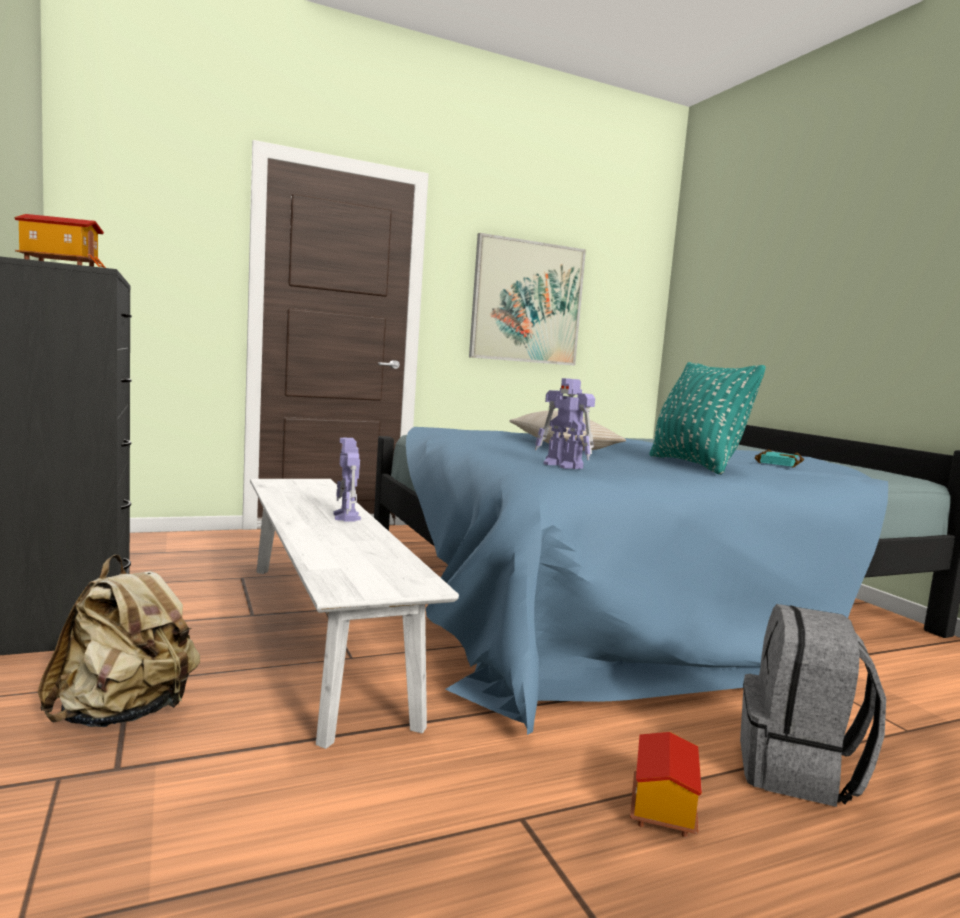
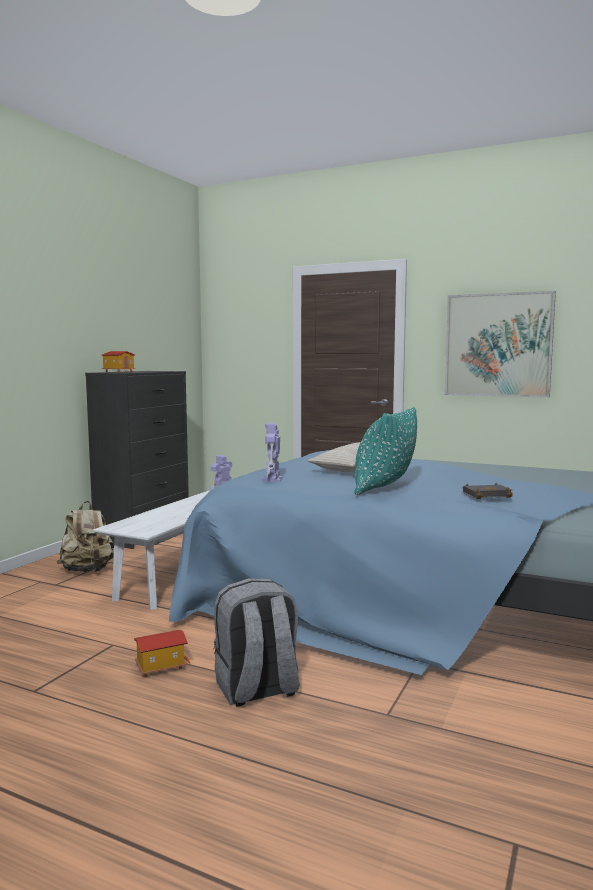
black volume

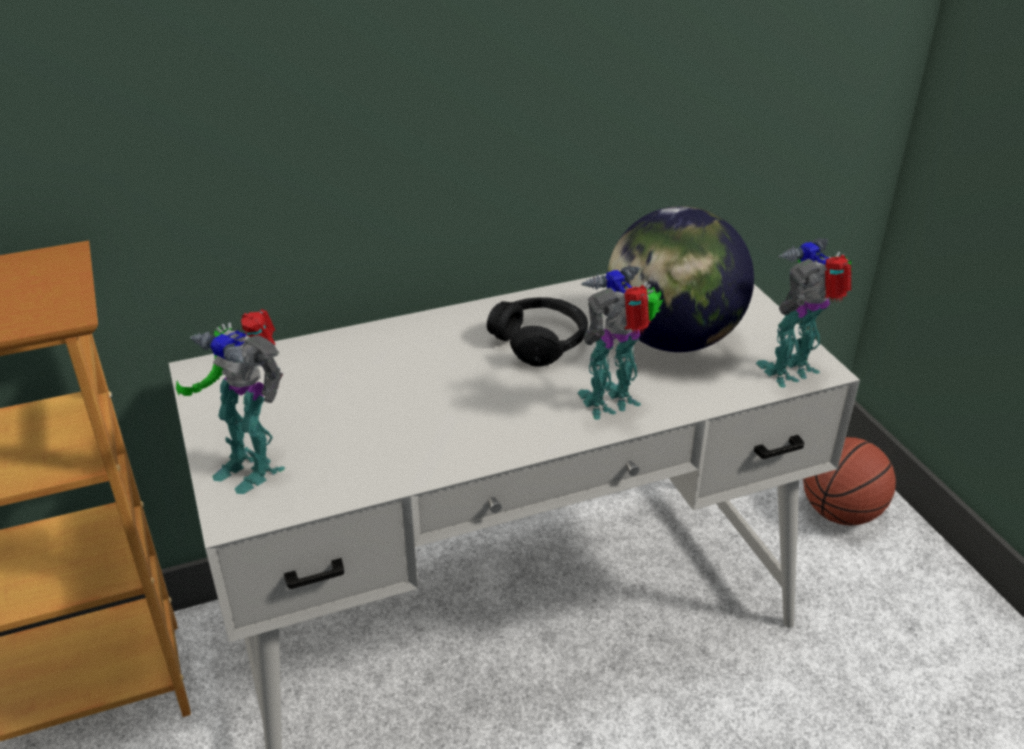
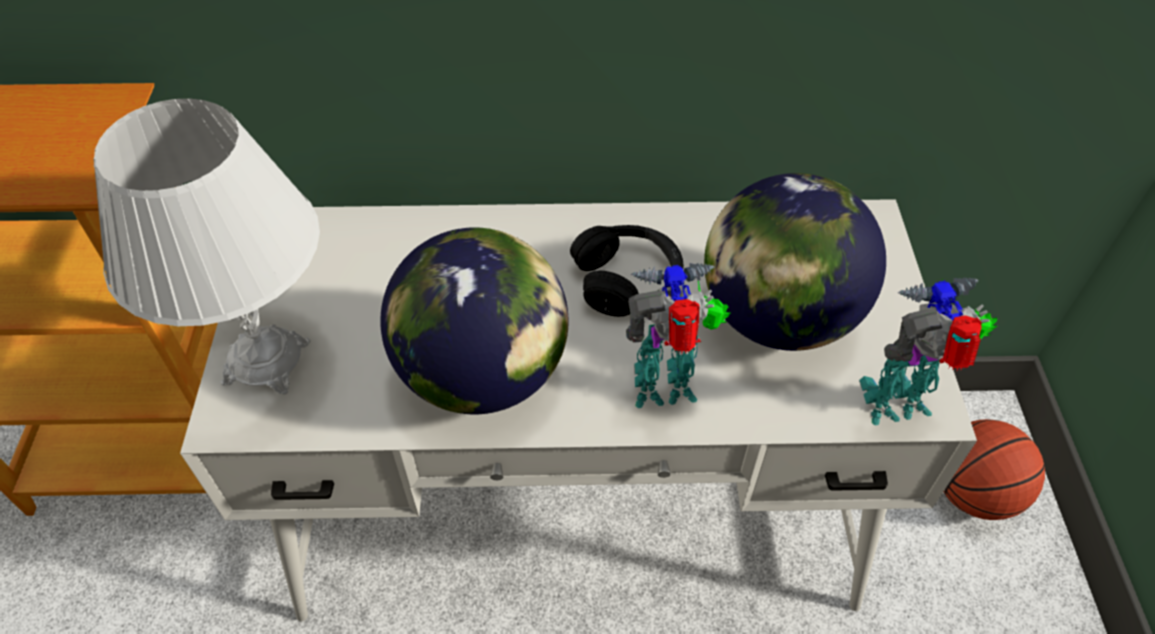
white table lamp
desk globe (1st from left)

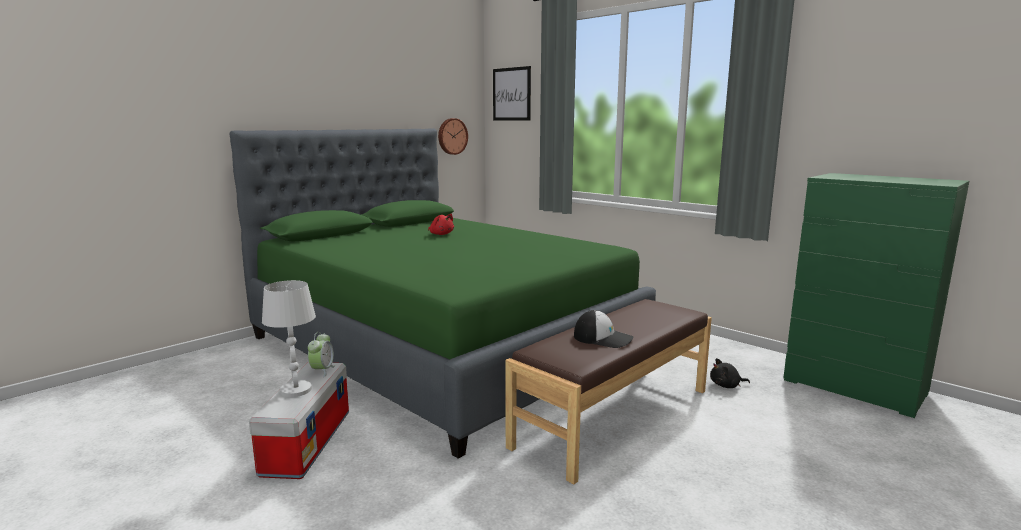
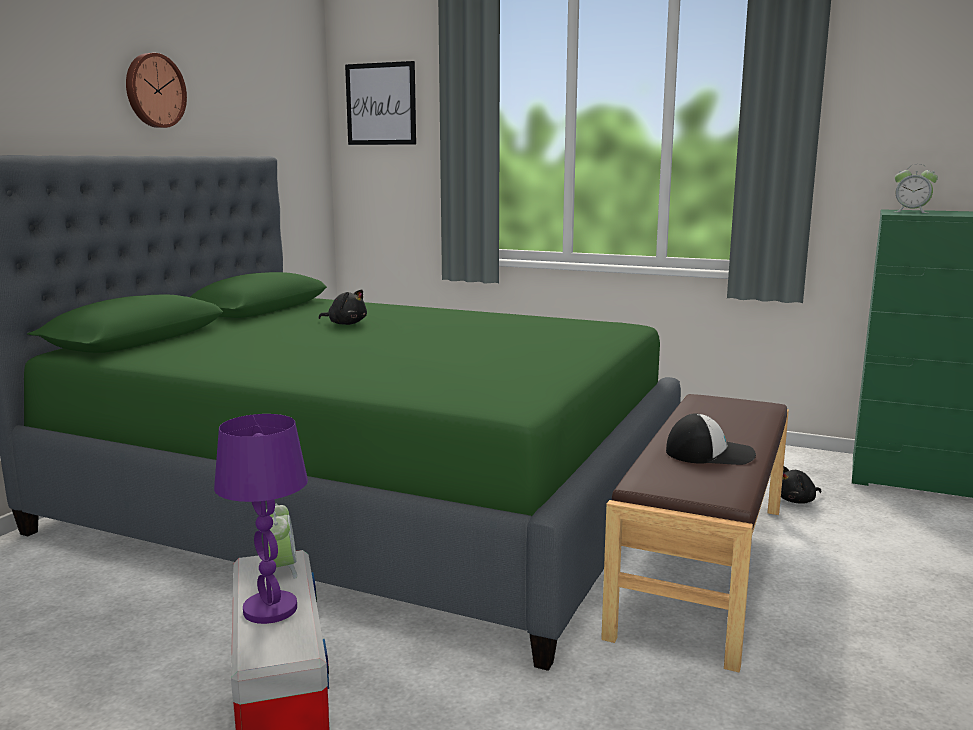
purple table lamp
black soft toy (1st from left)
clock on the wall
alarm clock (2nd from left)

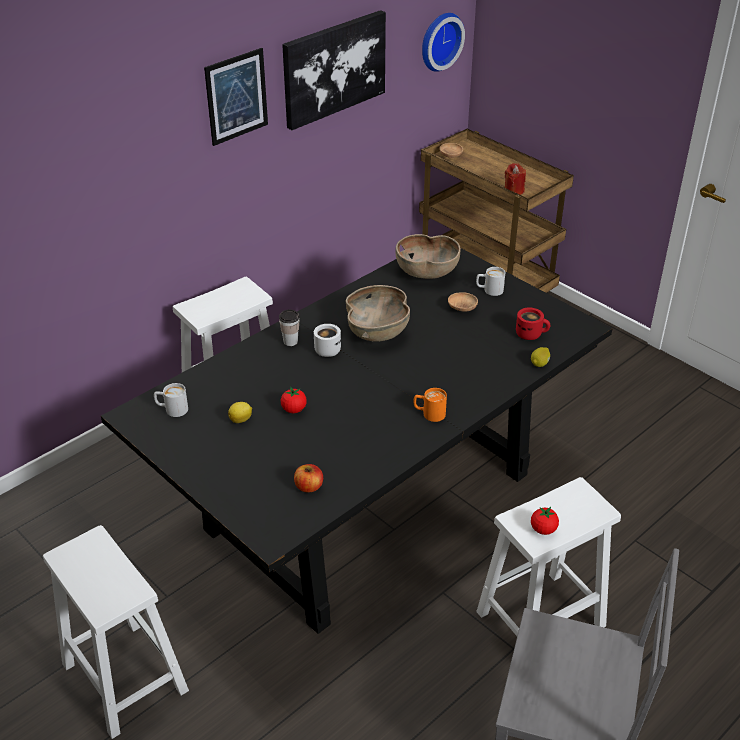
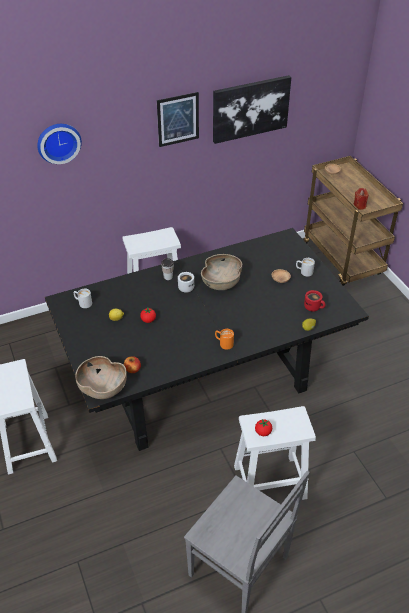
brownish deep dish (1st from left)
clock on the wall

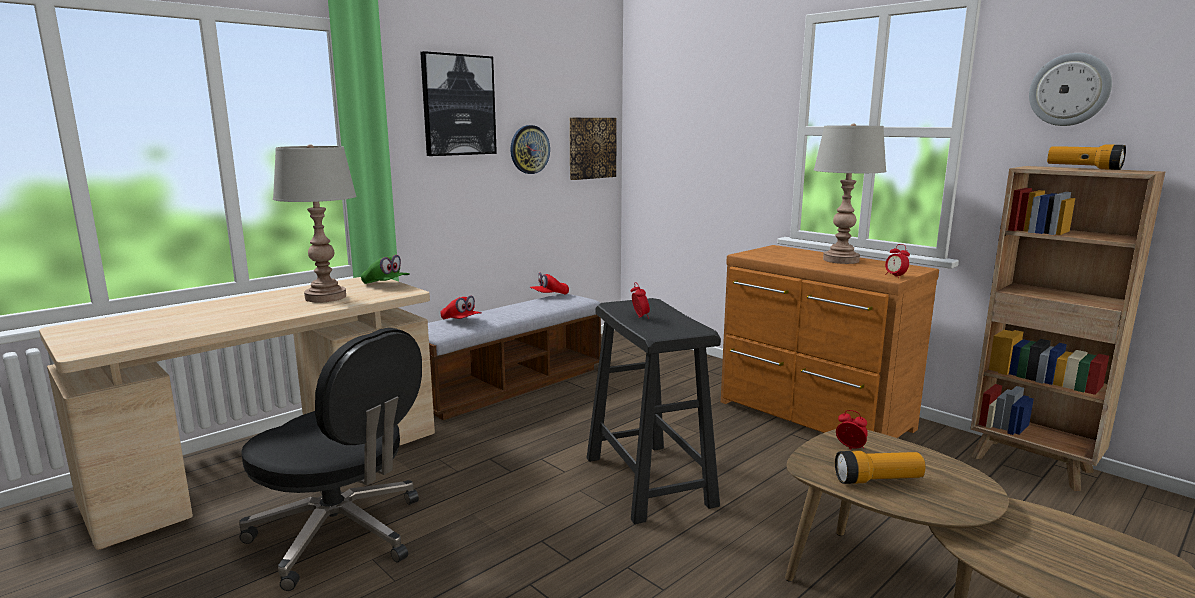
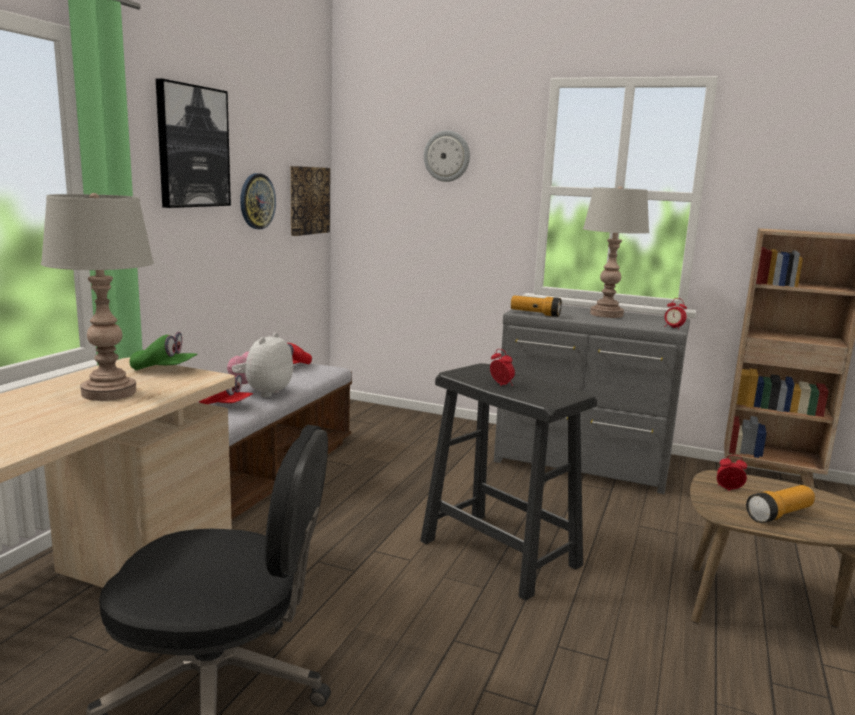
greyish chest of drawers
clock on the wall (2nd from left)
hand torch (1st from left)
soft toy

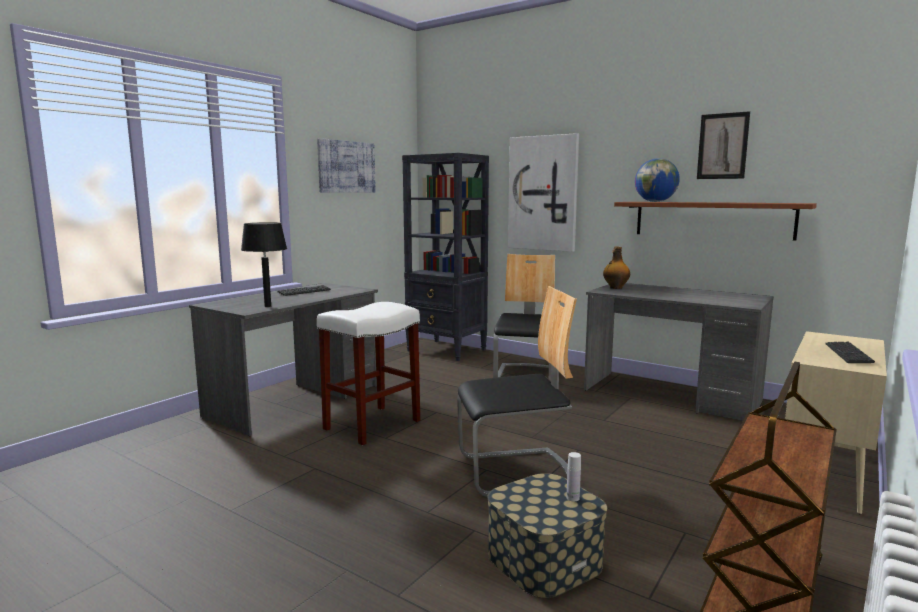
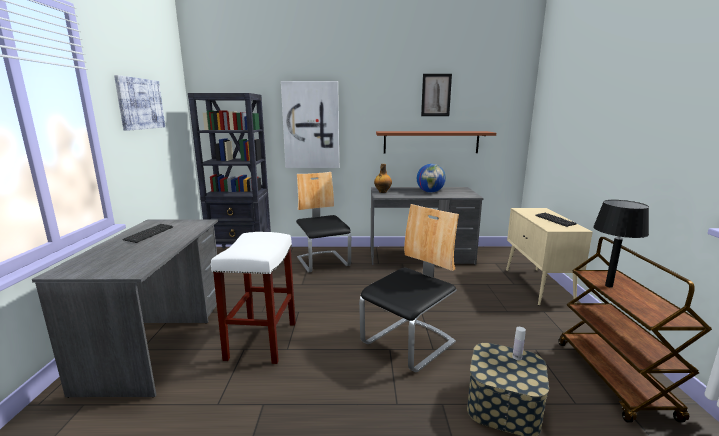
black table lamp
desk globe

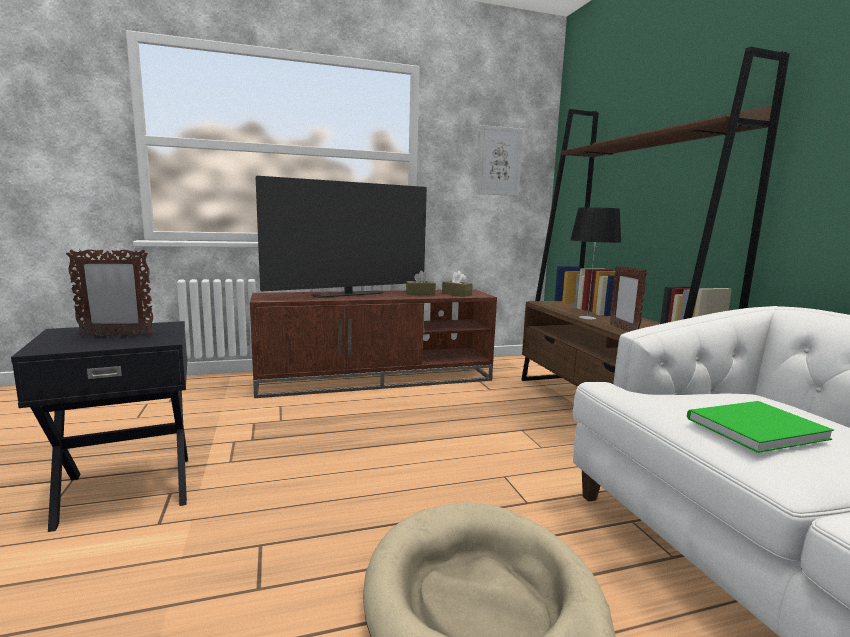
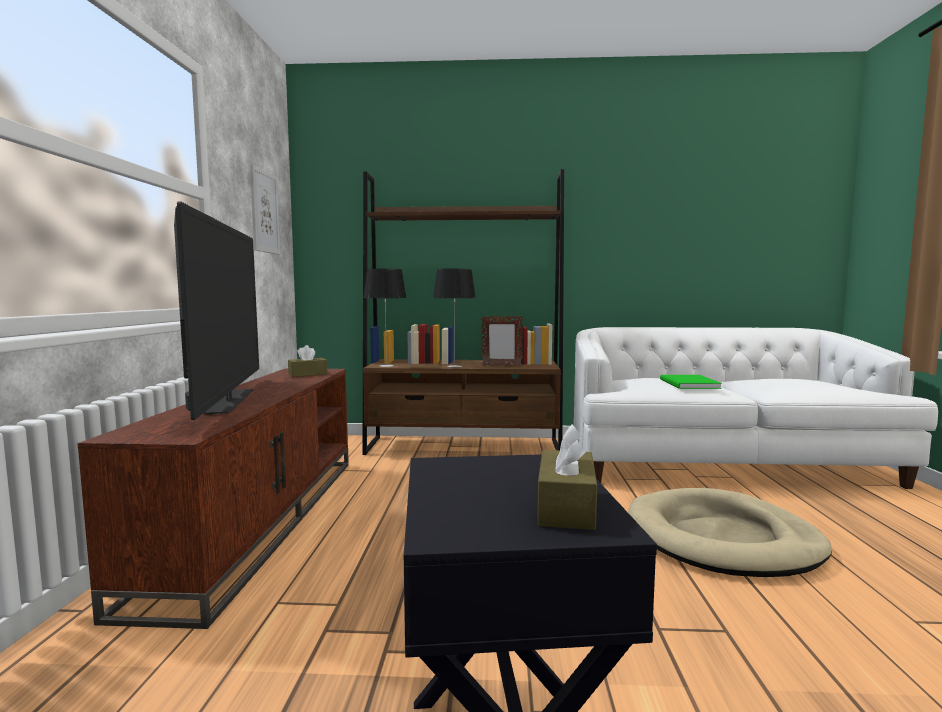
photo frame (1st from left in the first image)
brownish box of tissues (2nd from left)
table lamp (1st from left)

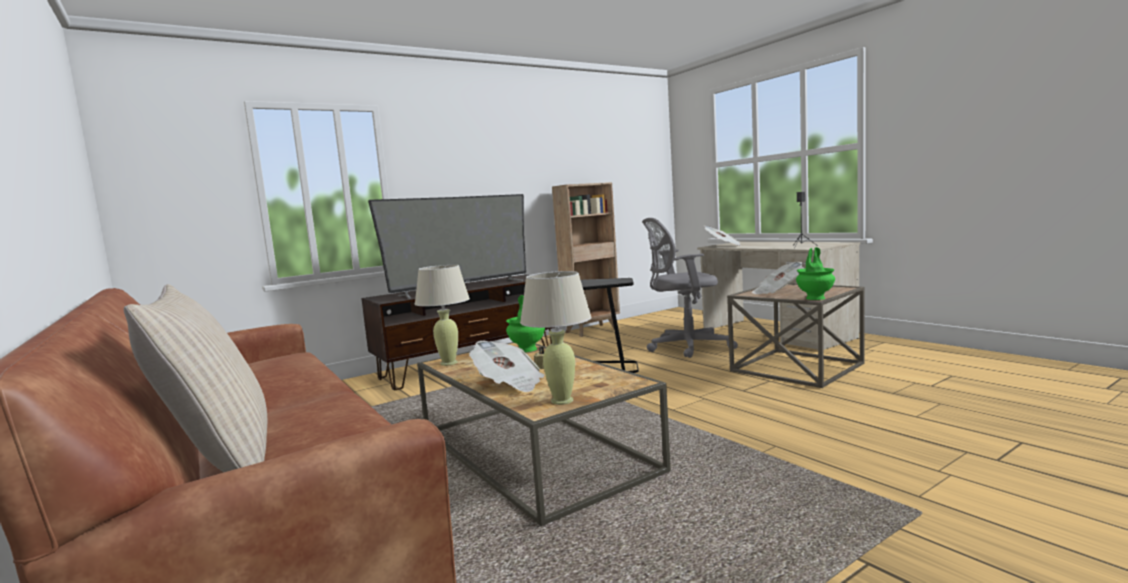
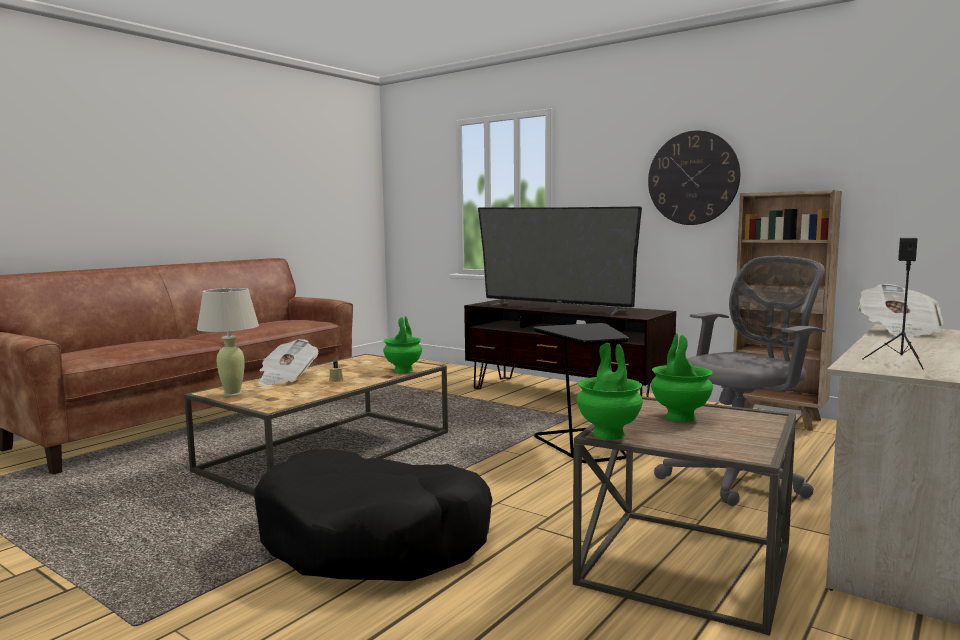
beige-coloured throw pillow
beige-coloured table lamp (1st from left in the first image)
greyish computer chair
green-coloured vase (3rd from left)
black dog cushion
clock on the wall

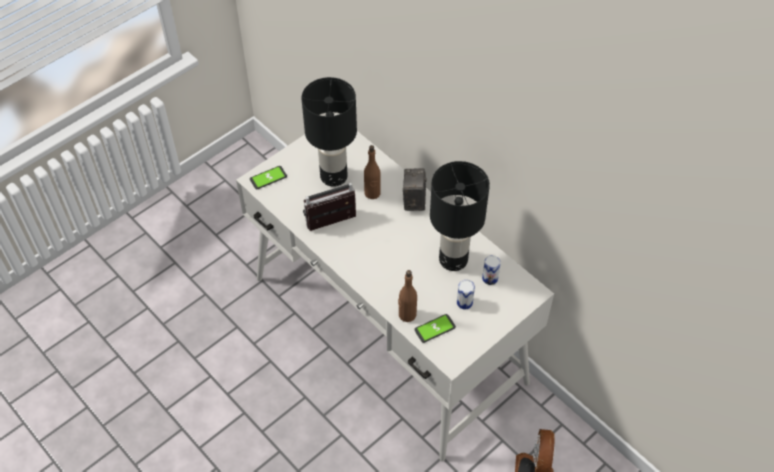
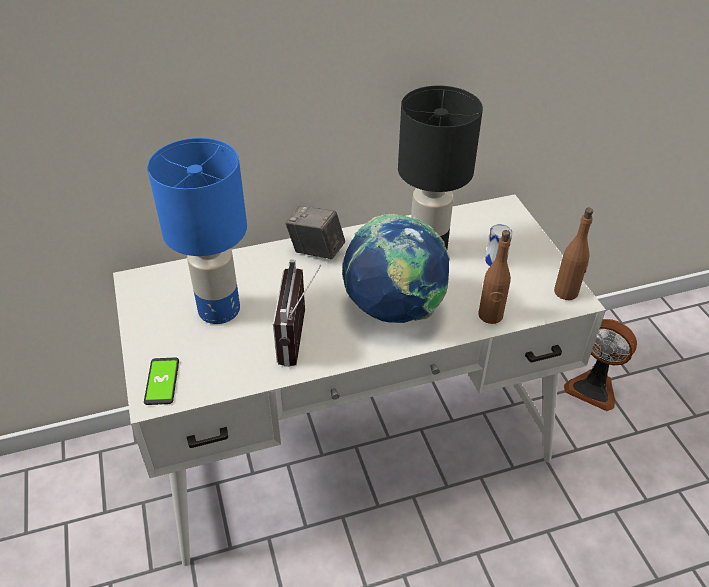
bluish table lamp
brownish beverage bottle (2nd from left)
phone (2nd from left in the first image)
metal can (2nd from left in the first image)
desk globe

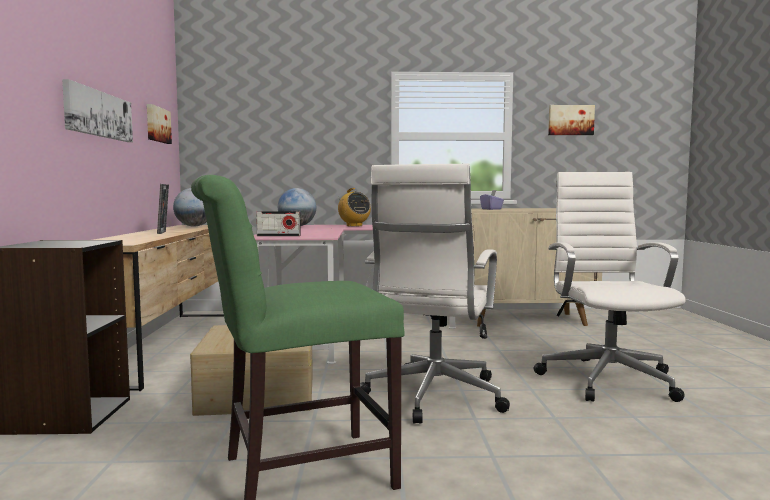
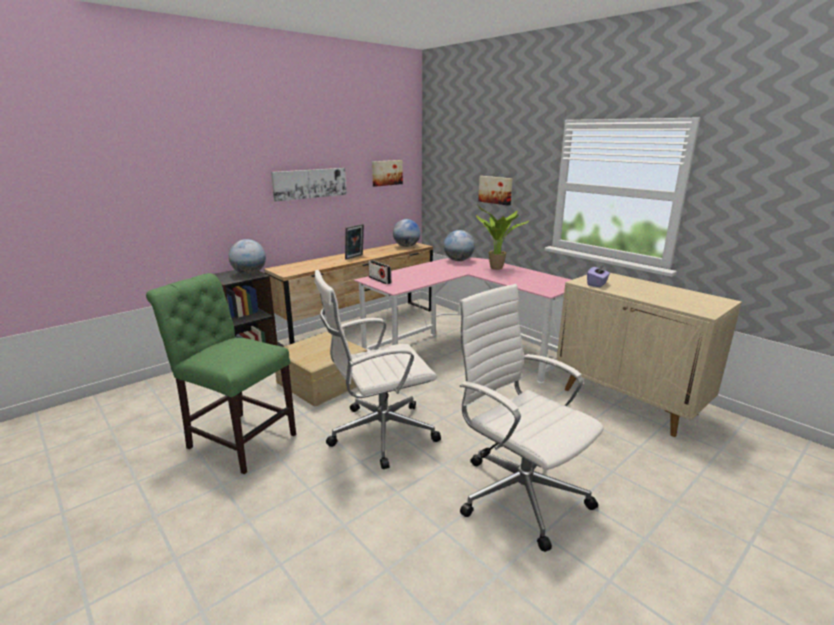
potted plant
white computer chair (2nd from left)
wall art (3rd from left)
desk globe (1st from left)

